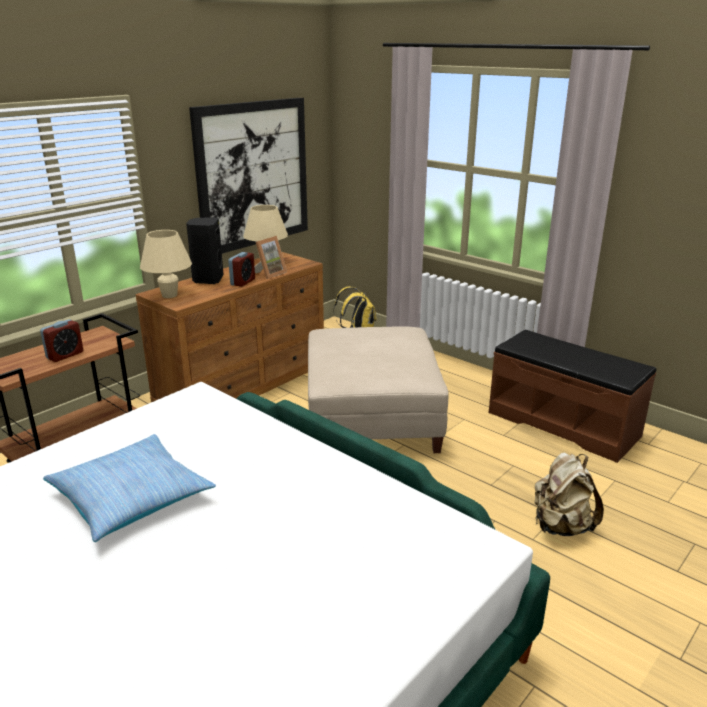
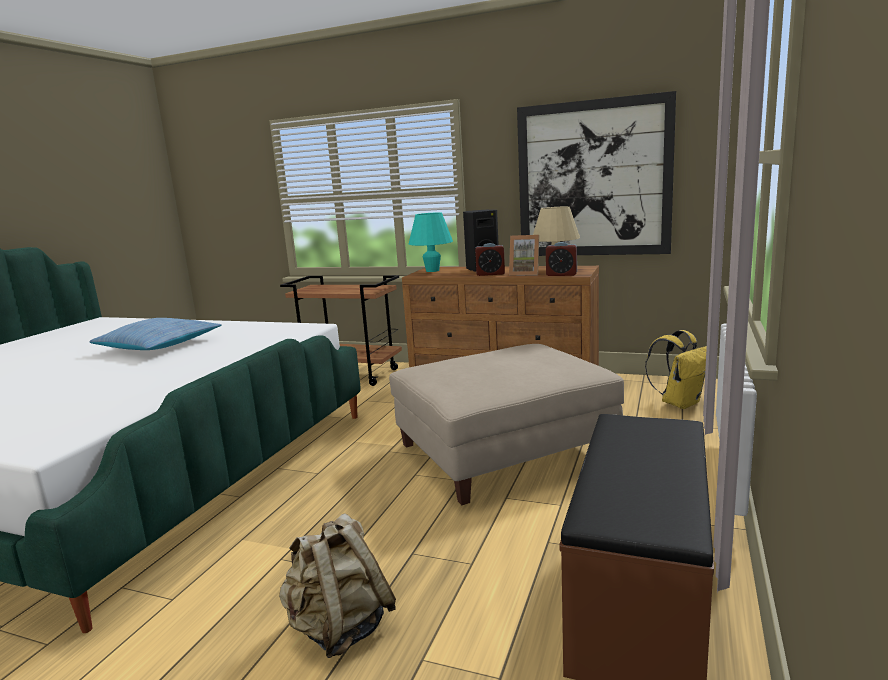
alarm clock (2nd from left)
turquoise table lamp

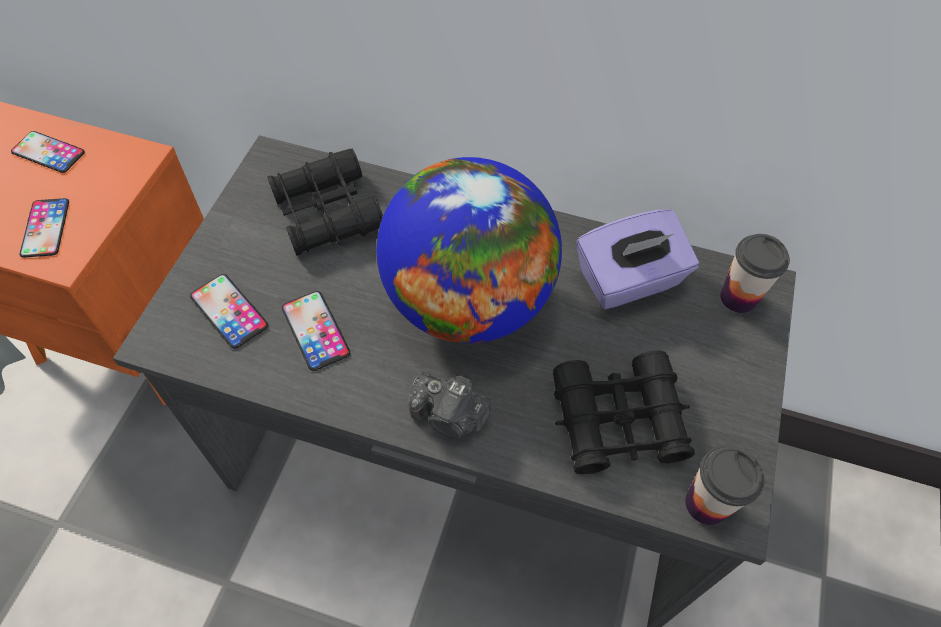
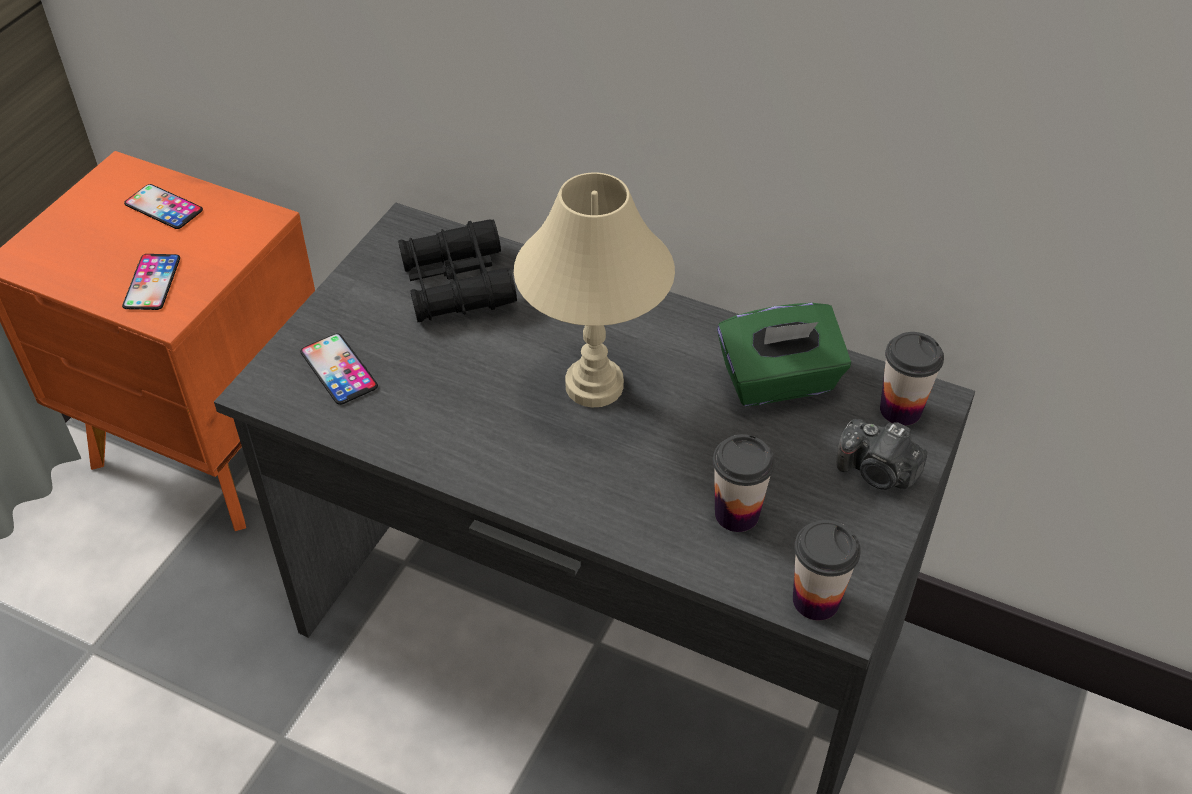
phone (4th from left in the first image)
beige-coloured table lamp
still camera
cup (1st from left)
green-coloured box of tissues

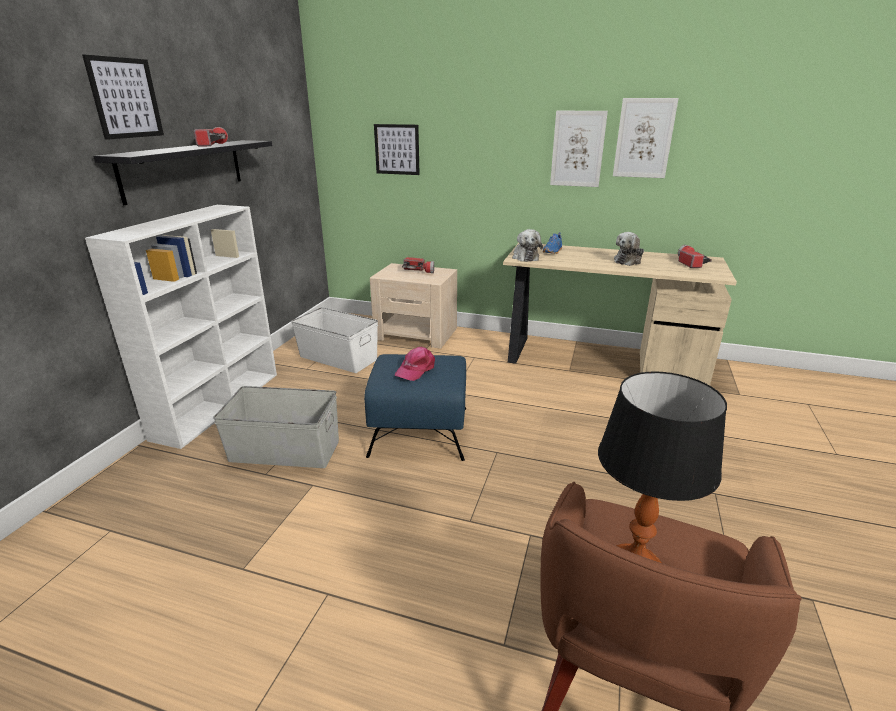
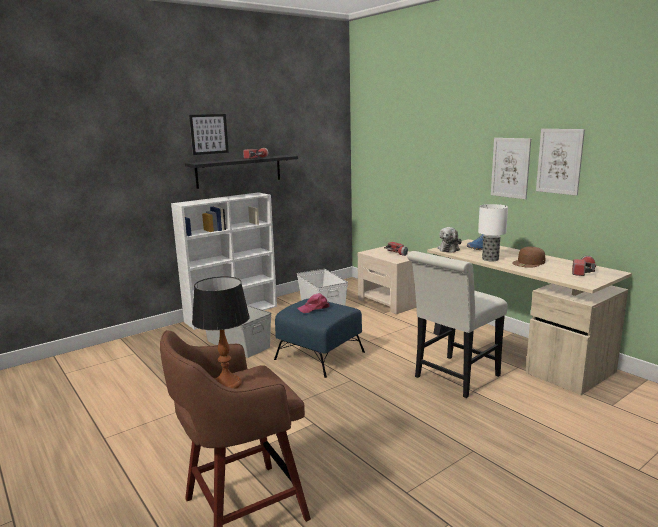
wall art (2nd from left in the first image)
brownish cap
white chair
table lamp (2nd from left)

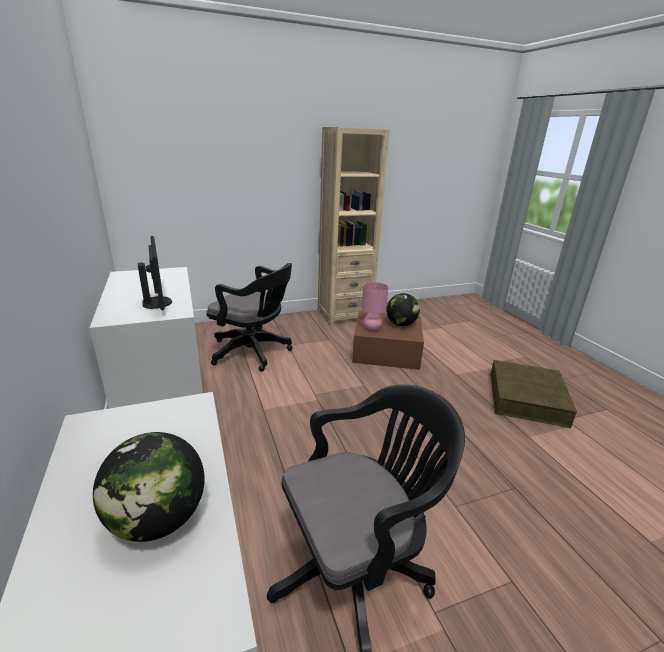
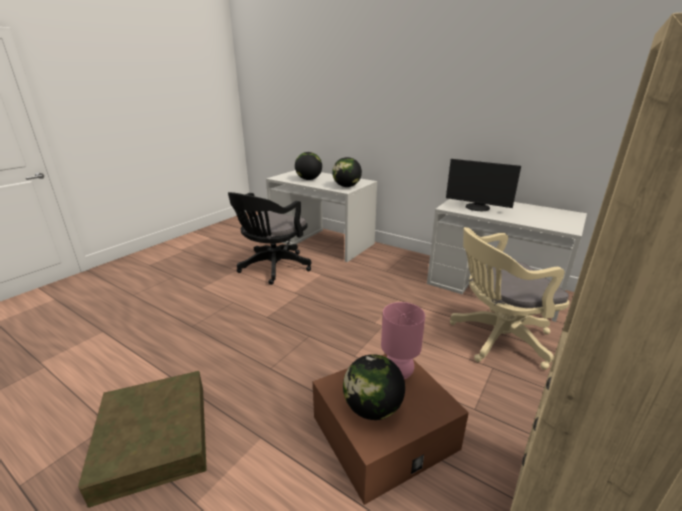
beige-coloured computer chair
desk globe (2nd from left)

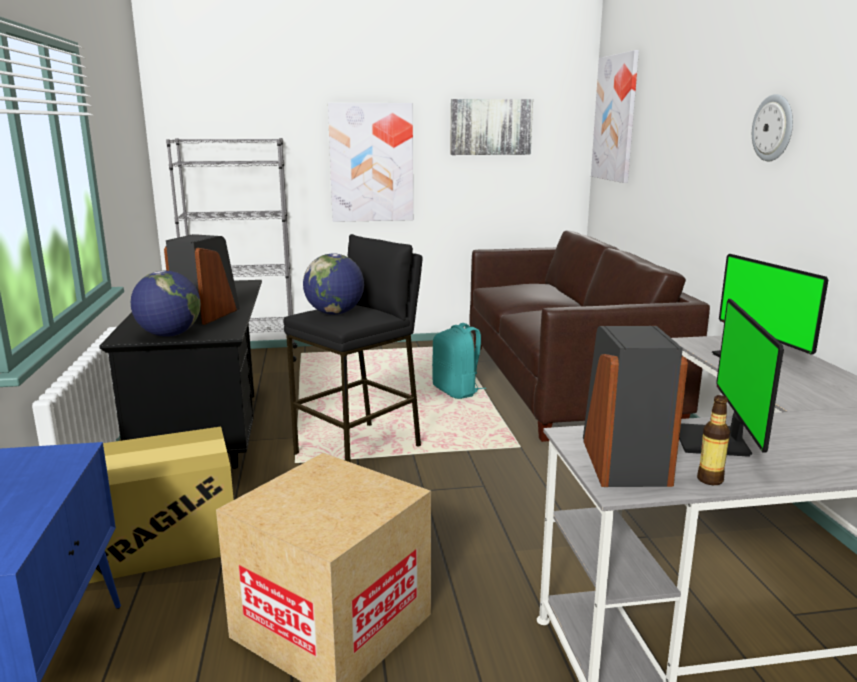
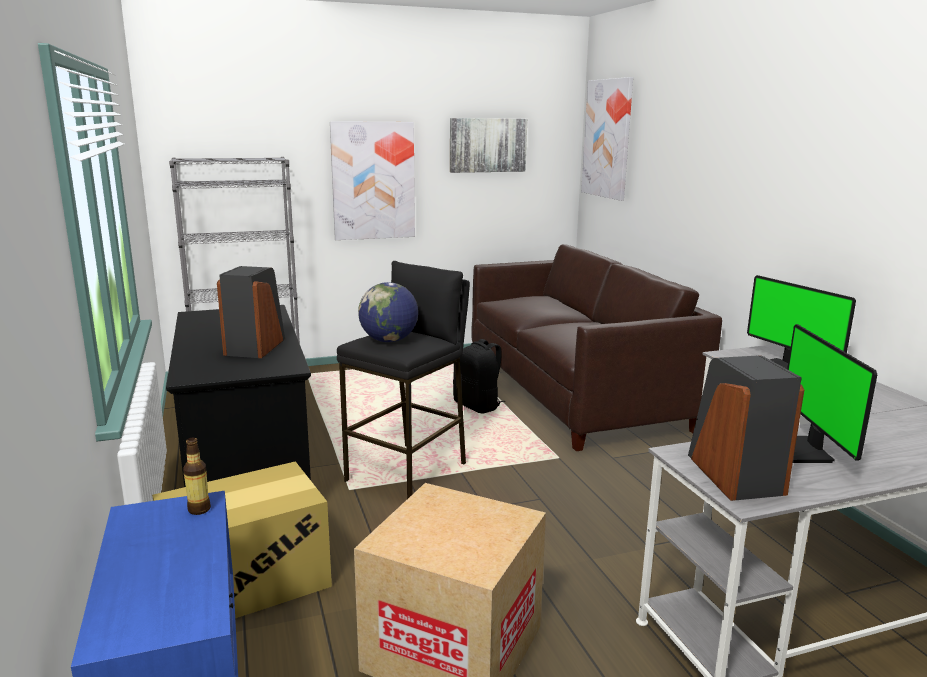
desk globe (1st from left in the first image)
black backpack
beverage bottle
clock on the wall

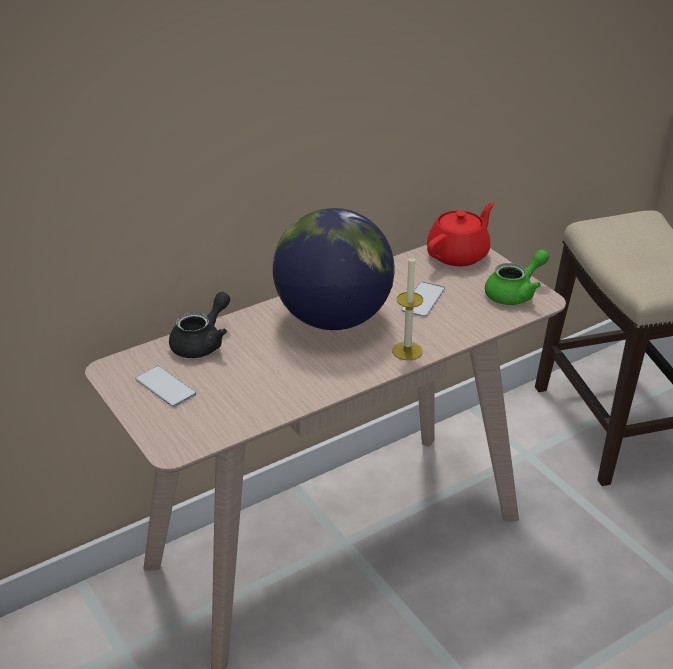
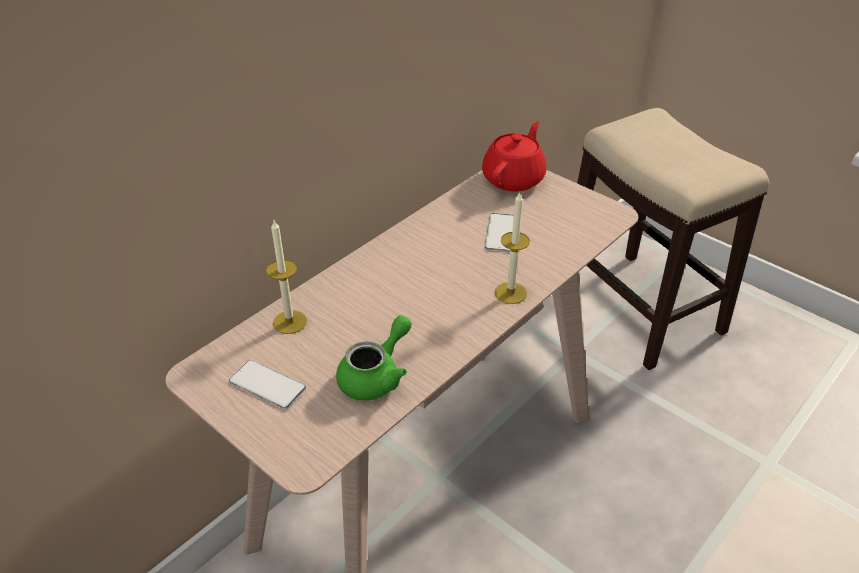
wax candle (1st from left)
desk globe
green-coloured pot for tea

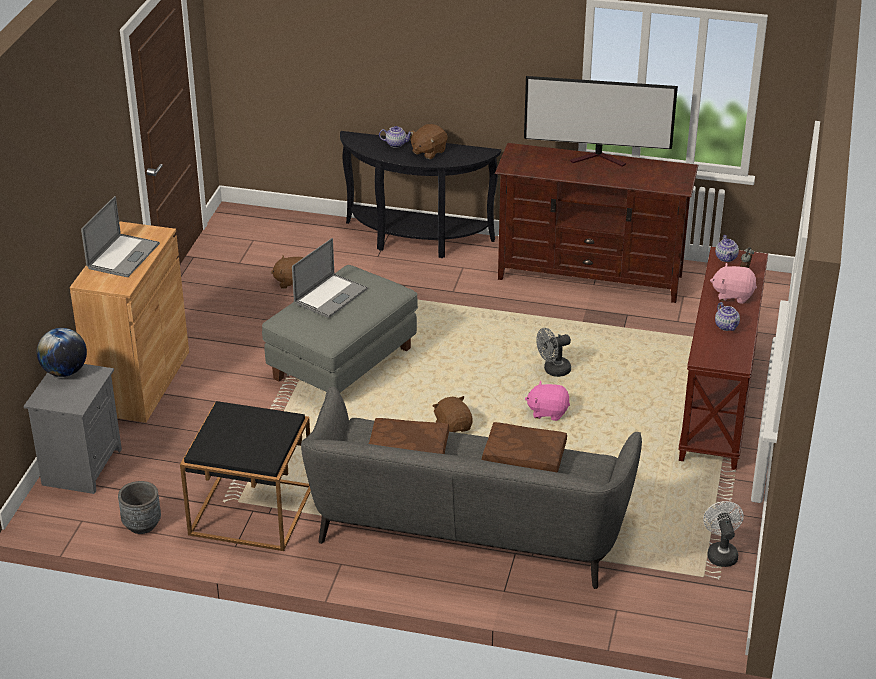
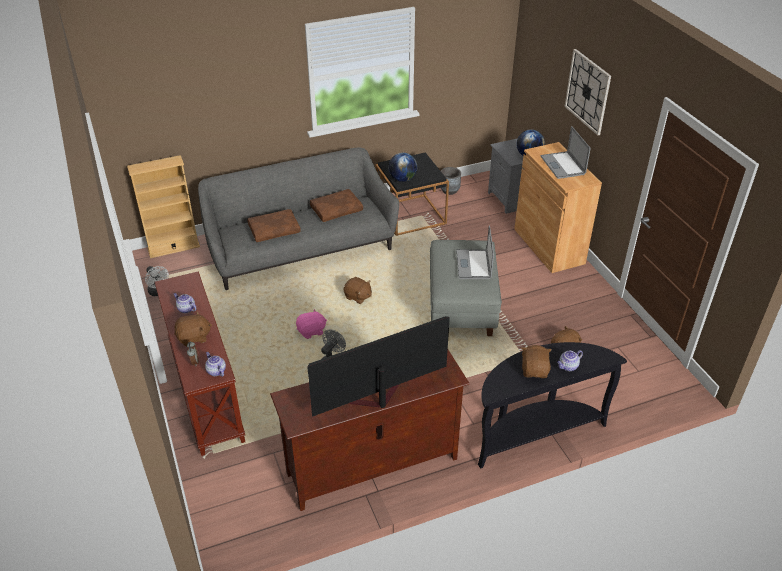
brownish soft toy (1st from left)
beige-coloured bookshelf
desk globe (1st from left)
clock on the wall

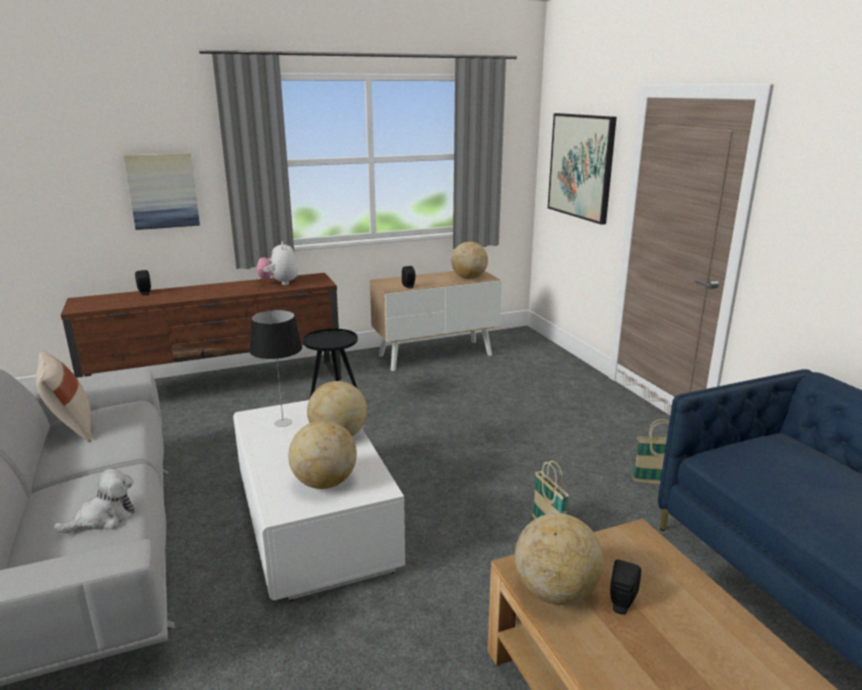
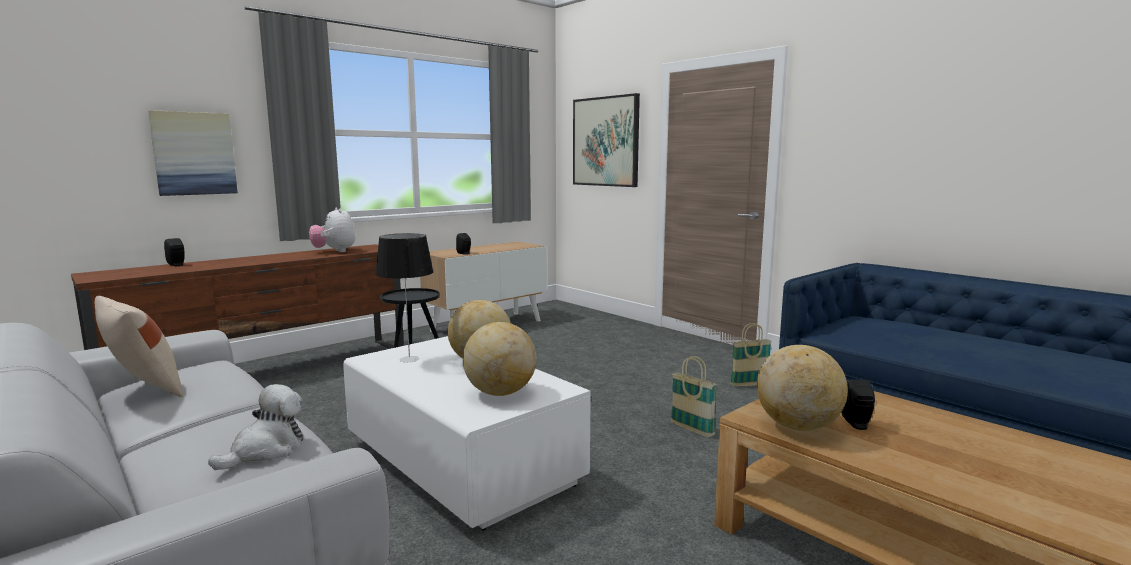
desk globe (3rd from left in the first image)

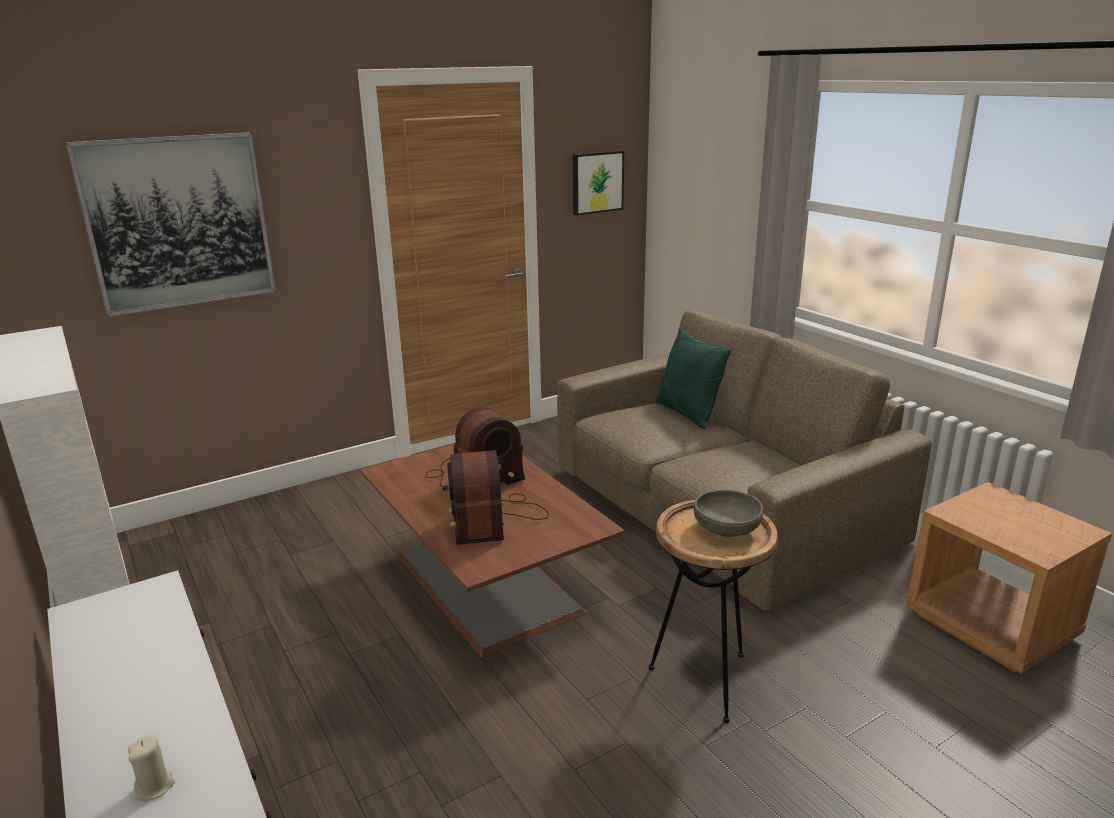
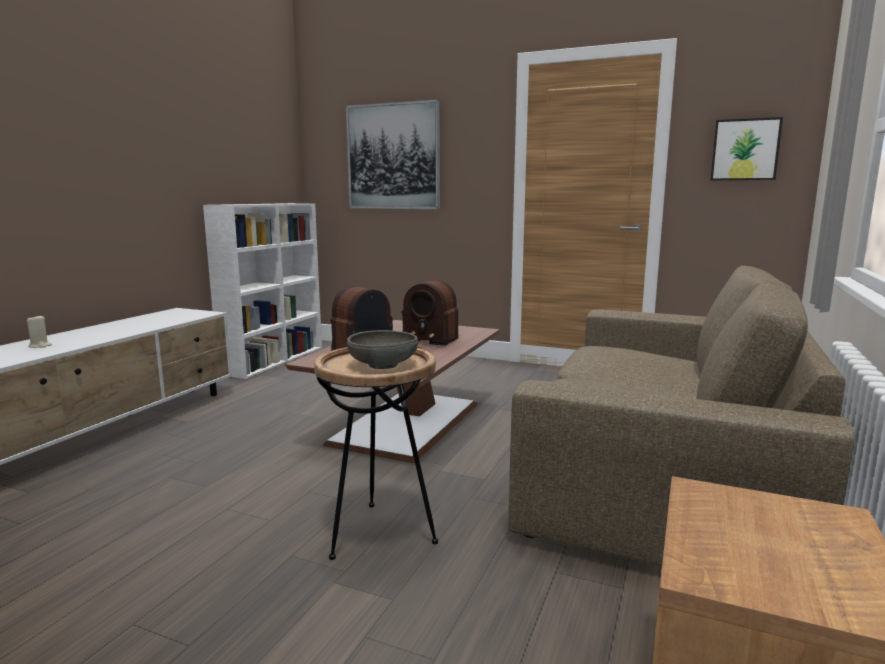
green-coloured throw pillow

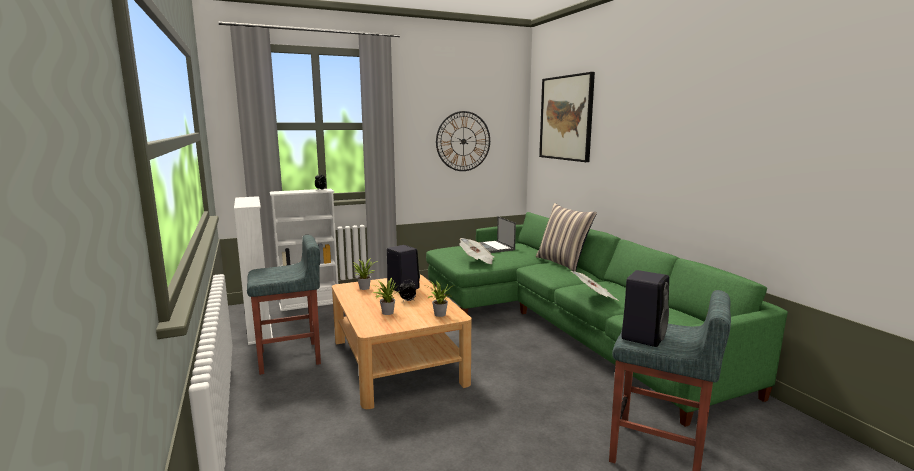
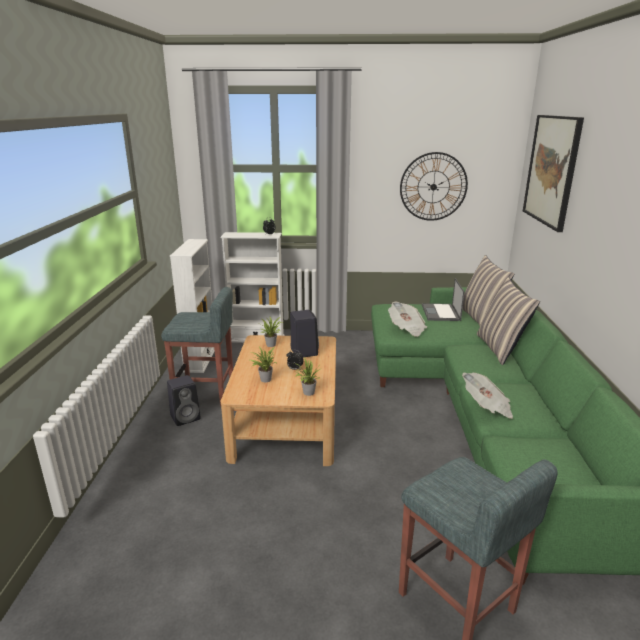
black speaker (1st from left)
throw pillow (1st from left)

